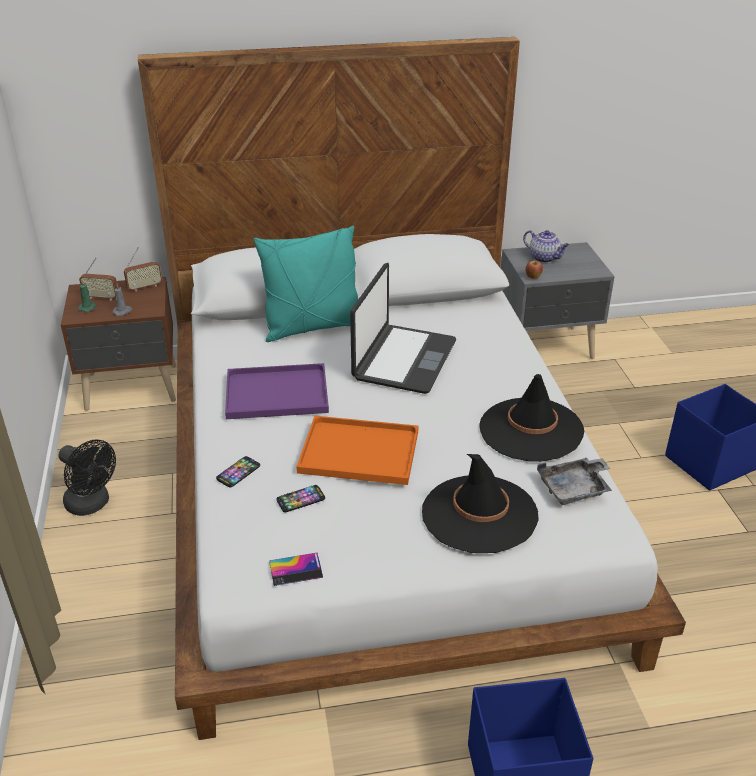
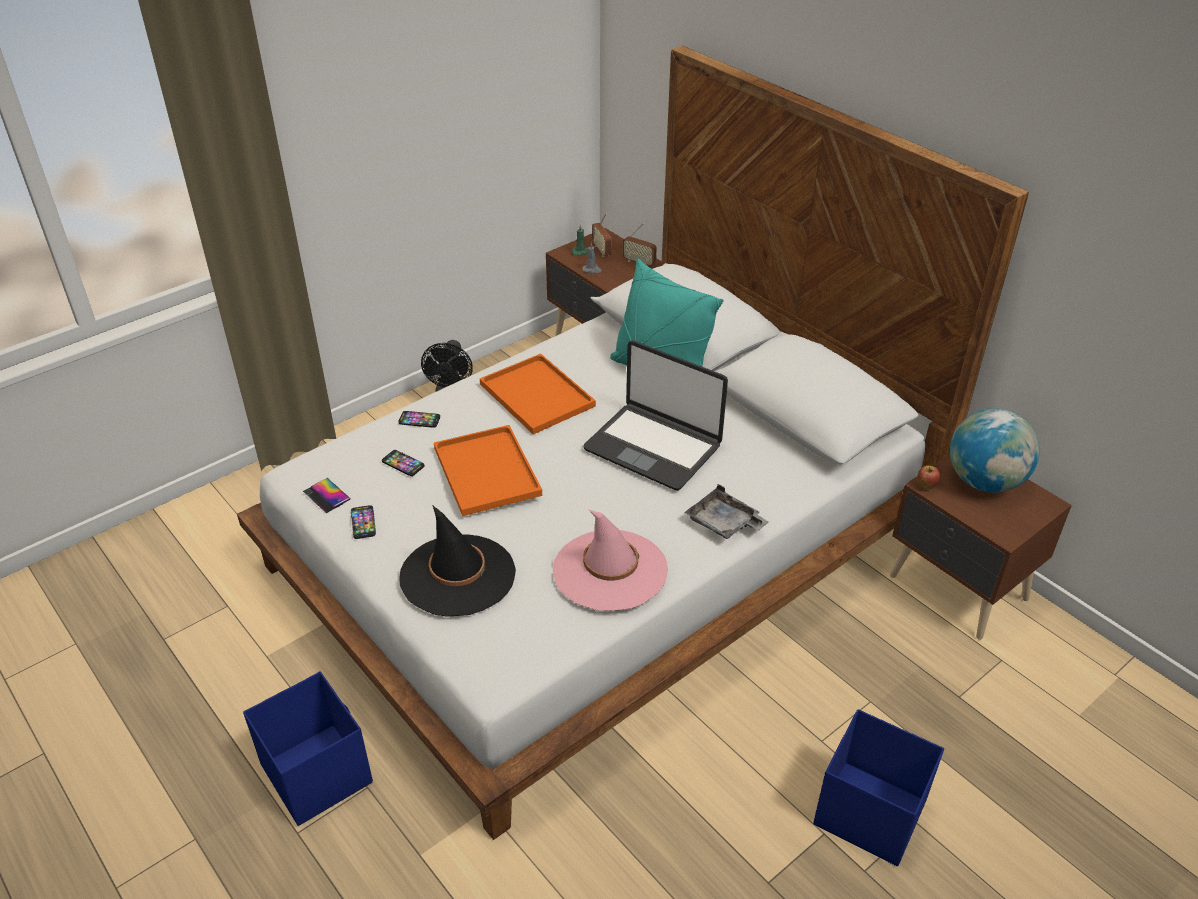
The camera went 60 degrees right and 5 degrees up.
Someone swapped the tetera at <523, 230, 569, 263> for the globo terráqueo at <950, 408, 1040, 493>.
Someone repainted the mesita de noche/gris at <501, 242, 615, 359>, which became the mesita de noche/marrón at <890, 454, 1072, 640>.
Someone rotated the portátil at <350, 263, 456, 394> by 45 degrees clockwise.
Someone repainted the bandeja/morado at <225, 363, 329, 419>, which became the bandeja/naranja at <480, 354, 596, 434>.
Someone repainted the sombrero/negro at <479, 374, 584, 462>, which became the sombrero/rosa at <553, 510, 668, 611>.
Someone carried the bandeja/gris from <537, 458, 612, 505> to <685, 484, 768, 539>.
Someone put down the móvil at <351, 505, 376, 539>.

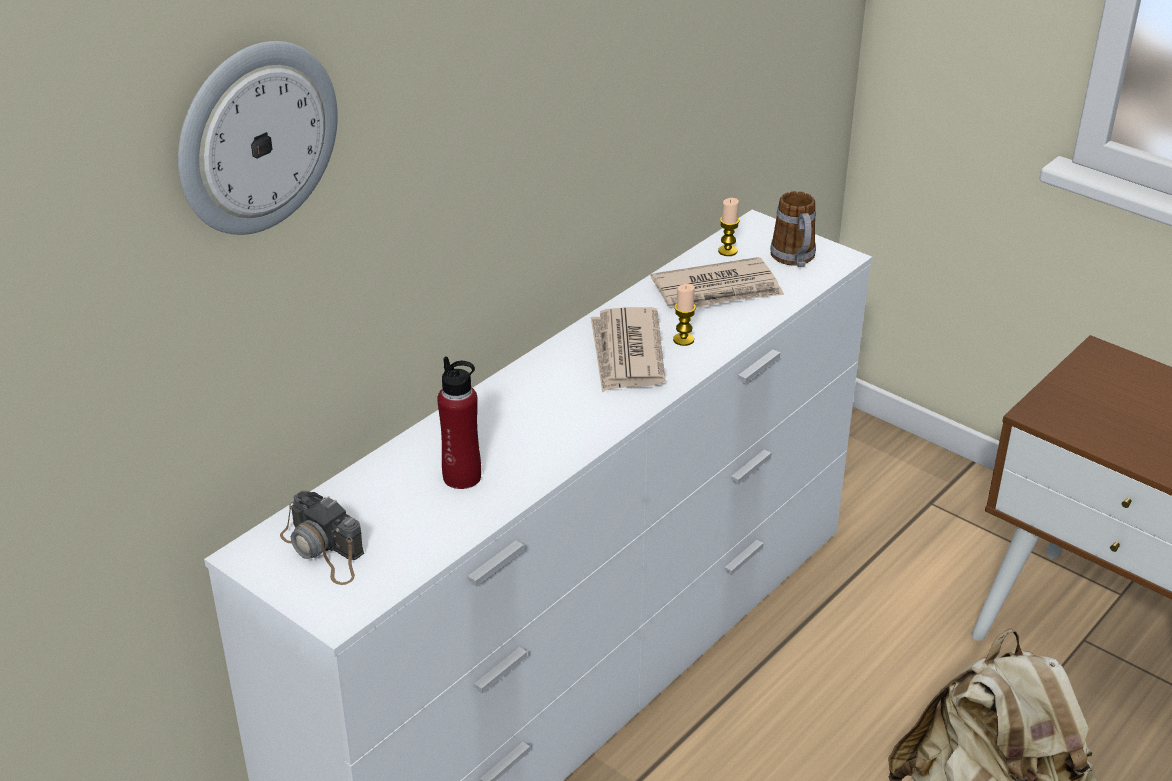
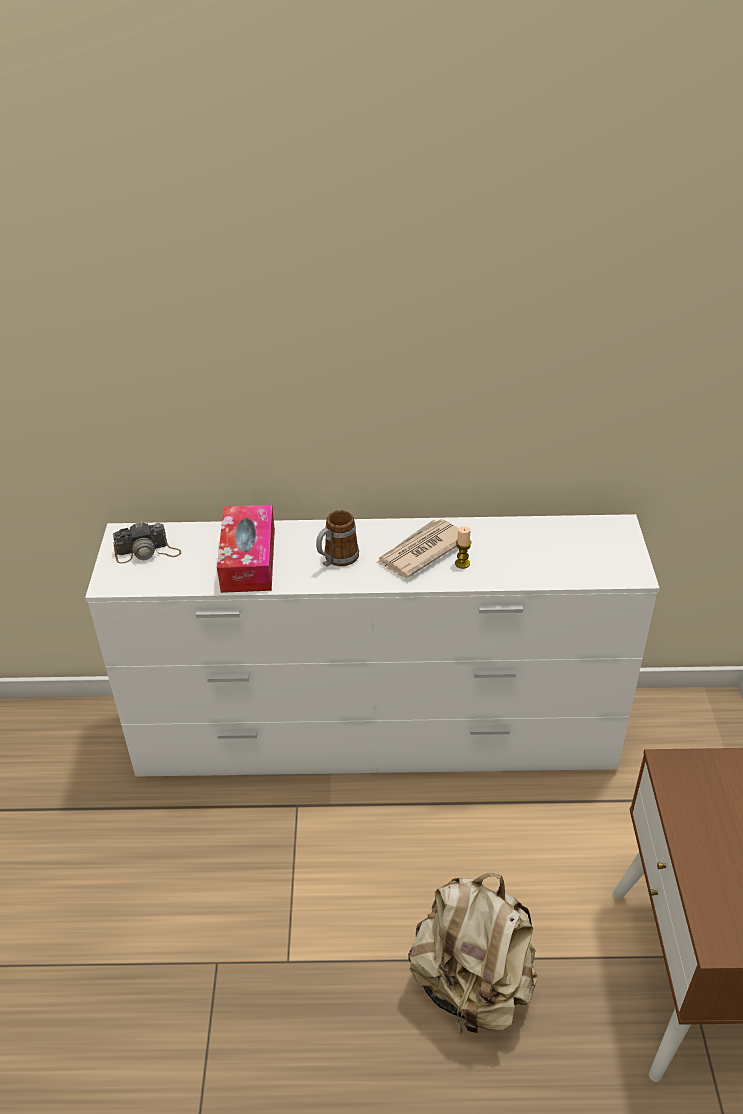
The camera went 50 degrees right and 5 degrees up.
Someone took away the reloj de pared at <178, 41, 338, 235>.
Someone carried the taza grande from <770, 191, 816, 267> to <316, 510, 359, 567>.
Someone took away the vela at <718, 198, 740, 256>.
Someone took away the periódico at <651, 257, 784, 309>.
Someone swapped the botella/rojo at <437, 356, 481, 489> for the caja de pañuelos at <217, 505, 275, 593>.
Someone rotated the cámara at <280, 491, 364, 585> by 105 degrees counterclockwise.

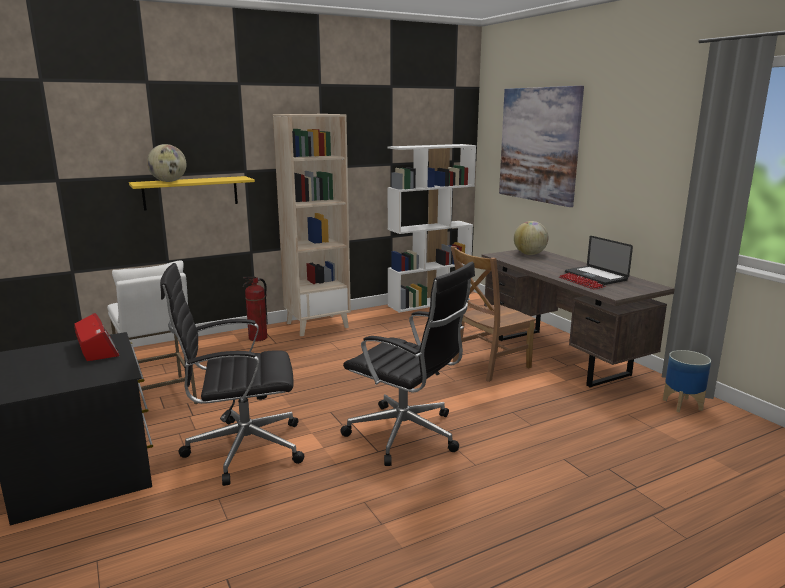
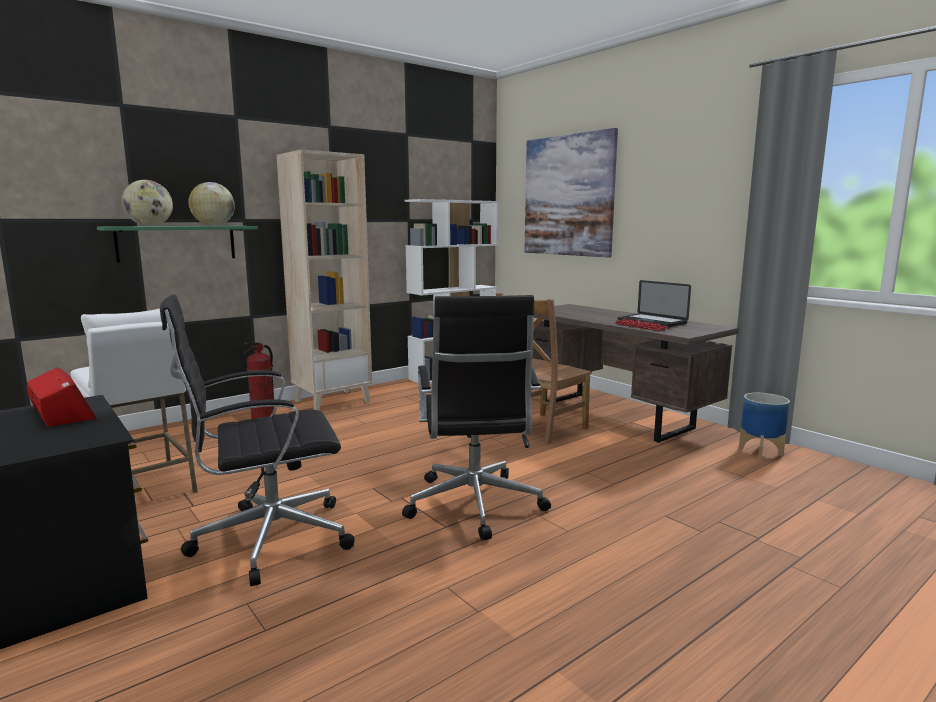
The camera went 10 degrees left and 5 degrees down.
Someone repainted the estante/amarillo at <129, 176, 255, 211>, which became the estante/verde at <97, 226, 258, 263>.
Someone carried the globo terráqueo from <514, 221, 548, 255> to <189, 182, 235, 226>.
Someone rotated the silla de oficina/negro at <340, 262, 475, 466> by 60 degrees clockwise.

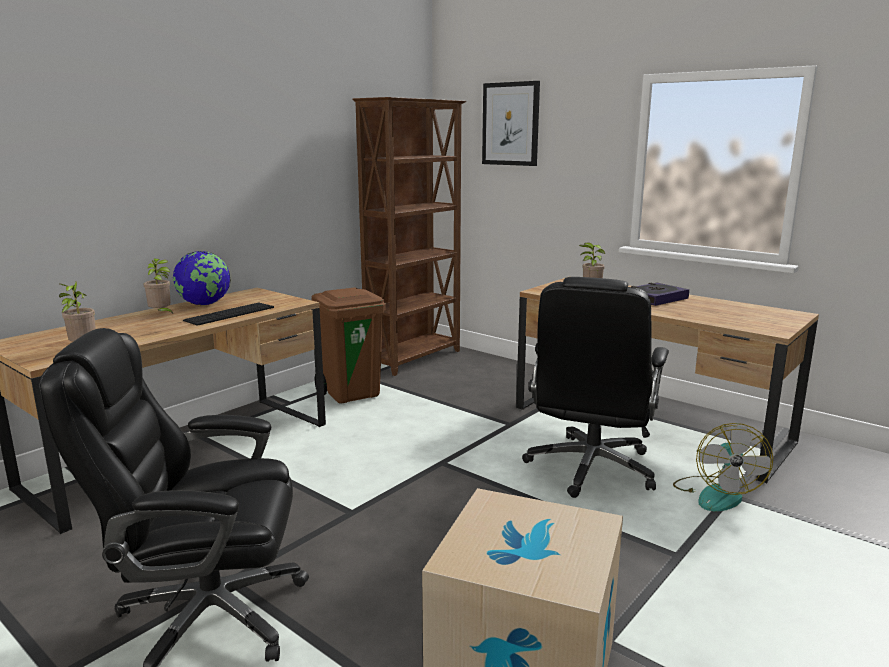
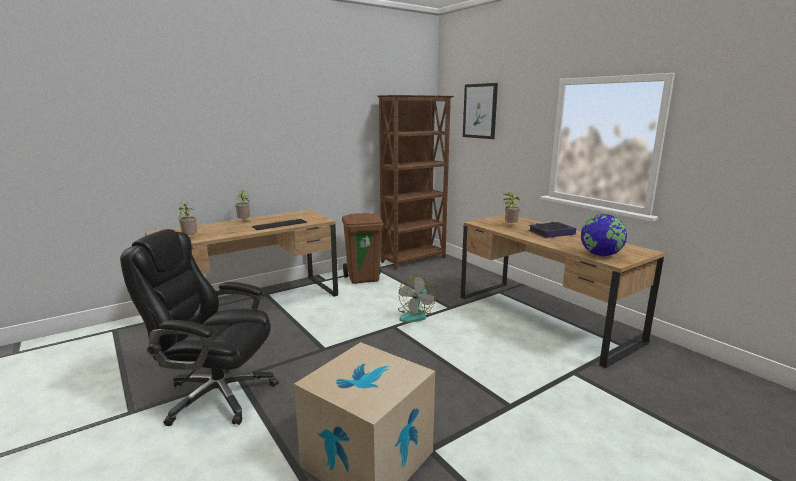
The camera went 15 degrees right and 0 degrees up.
Someone carried the globo terráqueo from <173, 251, 231, 305> to <581, 214, 627, 256>.
Someone took away the silla de oficina/negro at <522, 277, 669, 498>.
Someone carried the ventilador from <673, 423, 773, 511> to <398, 276, 436, 322>.

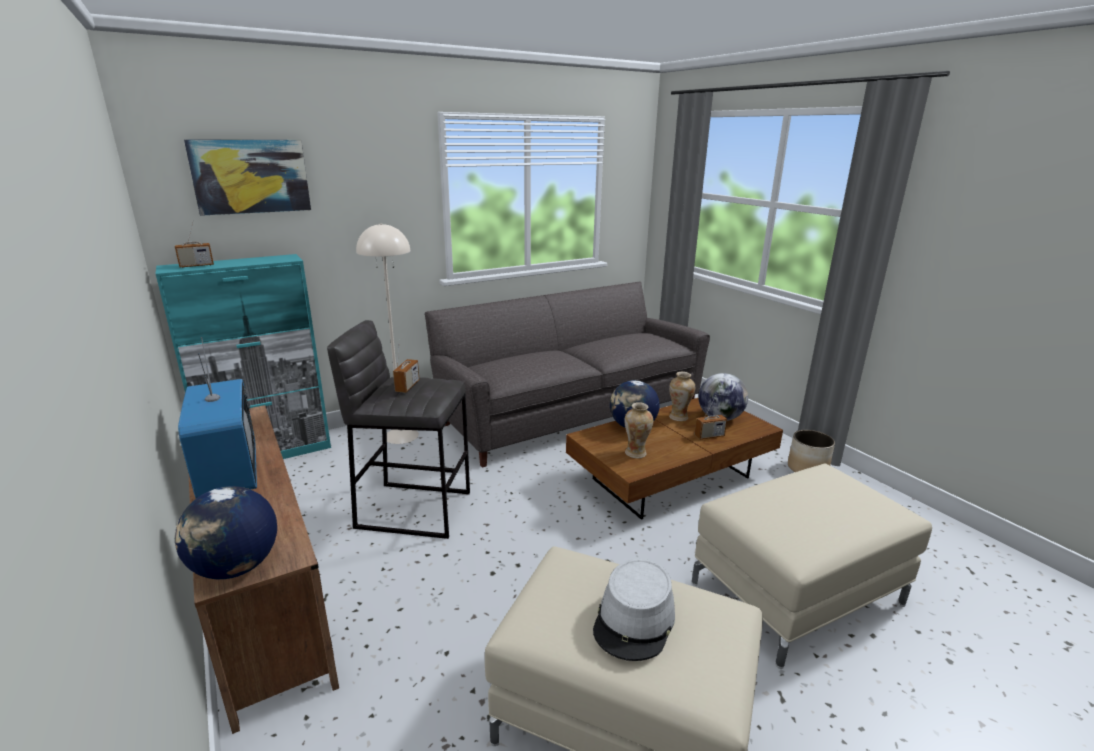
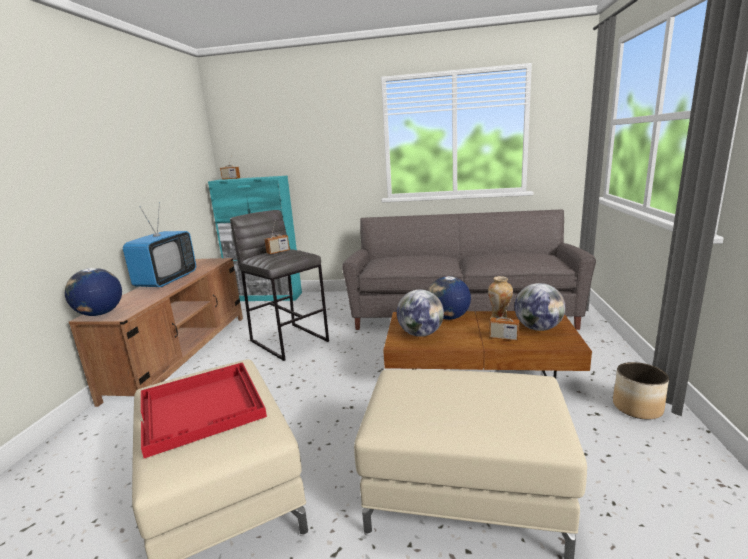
The camera went 40 degrees right and 5 degrees down.
Someone took away the cuadro at <184, 139, 311, 216>.
Someone took away the lámpara de pie/beis at <356, 223, 419, 444>.
Someone swapped the florero at <624, 402, 653, 458> for the globo terráqueo at <397, 289, 444, 337>.
Someone swapped the sombrero/gris at <593, 559, 675, 661> for the bandeja/rojo at <141, 362, 267, 458>.

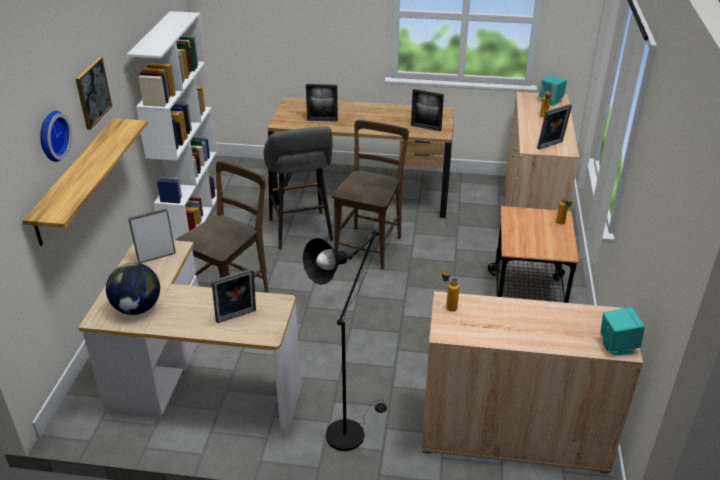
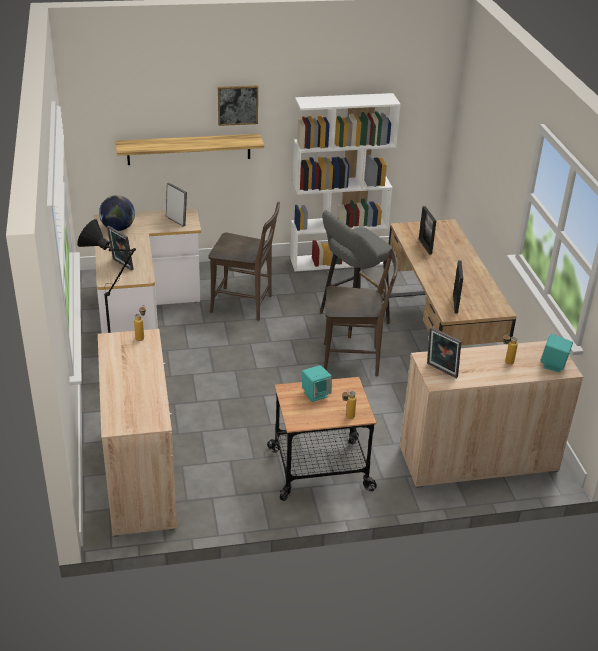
The camera went 70 degrees right and 0 degrees up.
Someone took away the reloj de pared at <40, 111, 72, 162>.
Someone carried the altavoz/turquesa from <600, 307, 645, 355> to <302, 365, 332, 402>.

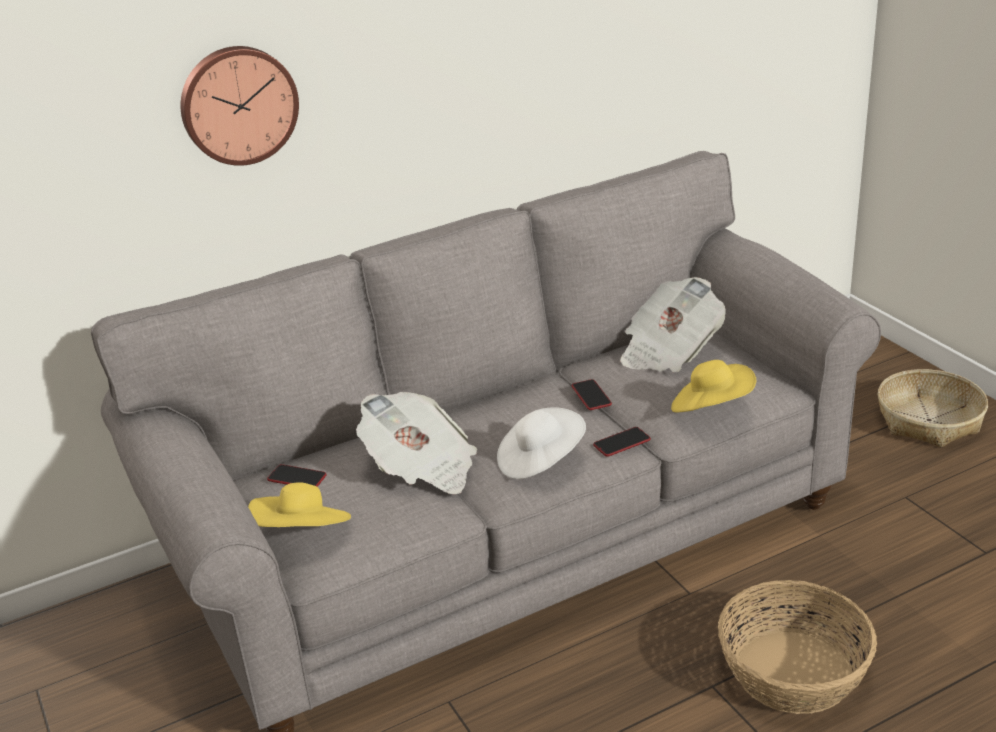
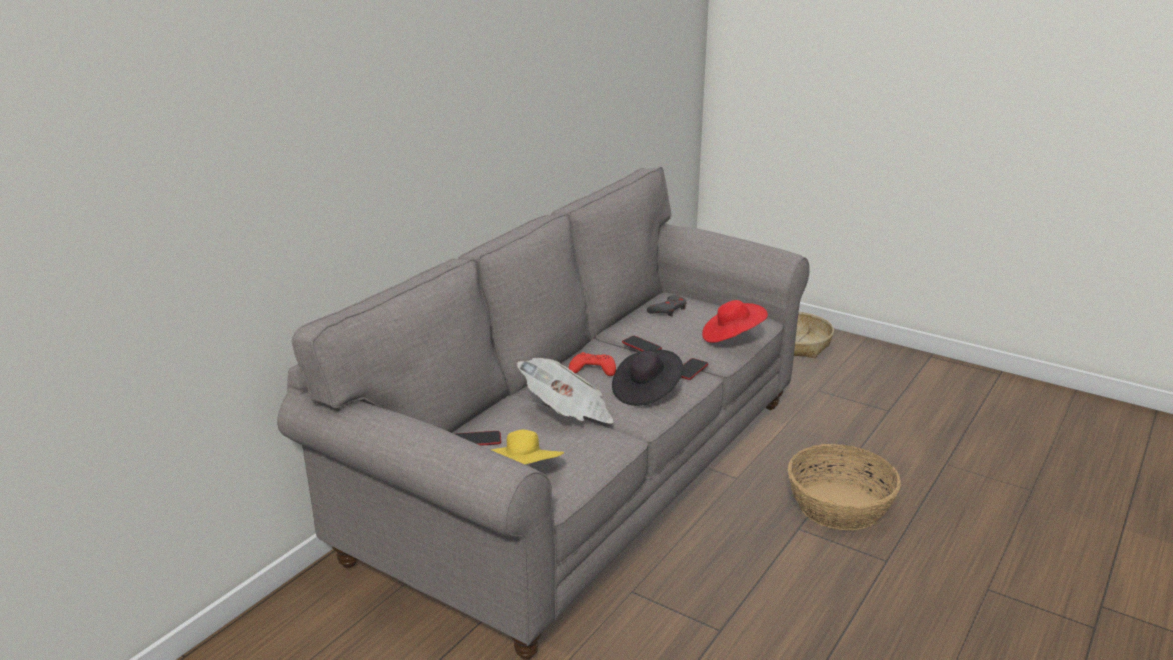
The camera went 30 degrees left and 5 degrees down.
Someone took away the reloj de pared at <180, 46, 299, 166>.
Someone swapped the periódico at <620, 277, 726, 372> for the mando de consola/gris at <647, 295, 687, 316>.
Someone repainted the sombrero/amarillo at <671, 360, 756, 413>, which became the sombrero/rojo at <702, 300, 768, 343>.
Someone repainted the sombrero/blanco at <497, 407, 586, 479>, which became the sombrero/negro at <612, 349, 683, 406>.
Someone put down the mando de consola/rojo at <569, 352, 616, 376>.

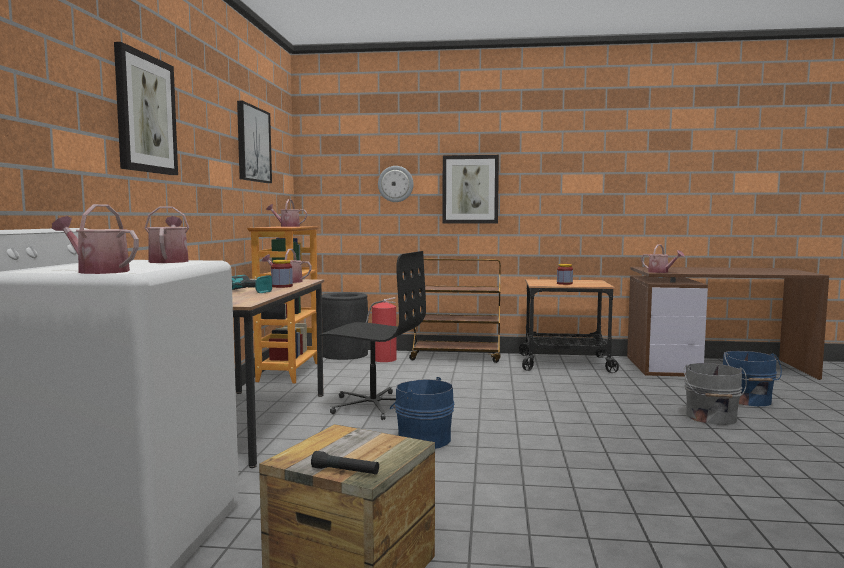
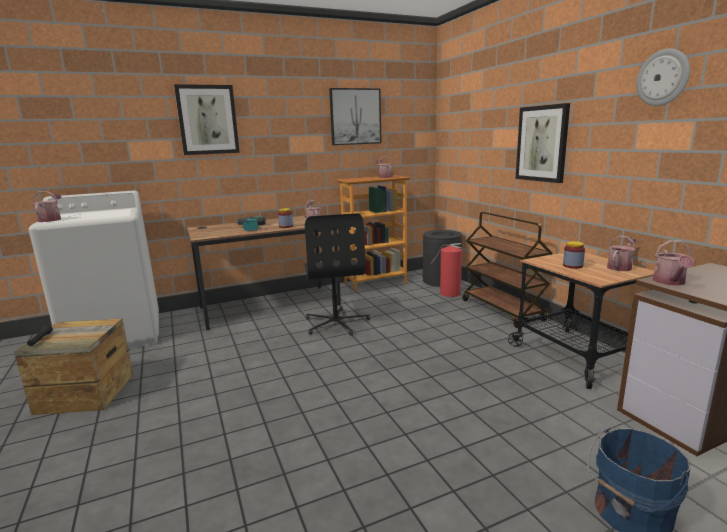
The camera went 60 degrees right and 10 degrees up.
Someone carried the reloj de pared from <378, 166, 414, 202> to <636, 49, 690, 106>.
Someone carried the regadera from <145, 207, 189, 263> to <607, 236, 636, 271>.
Someone took away the cubo/gris at <684, 363, 747, 425>.
Someone took away the cubo/azul at <390, 377, 454, 449>.

